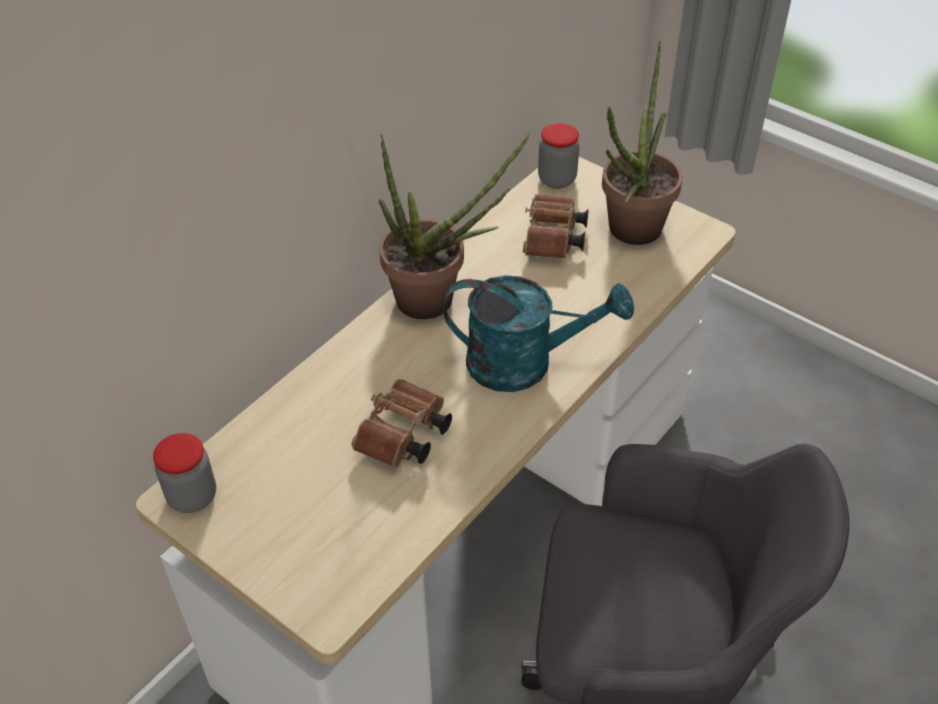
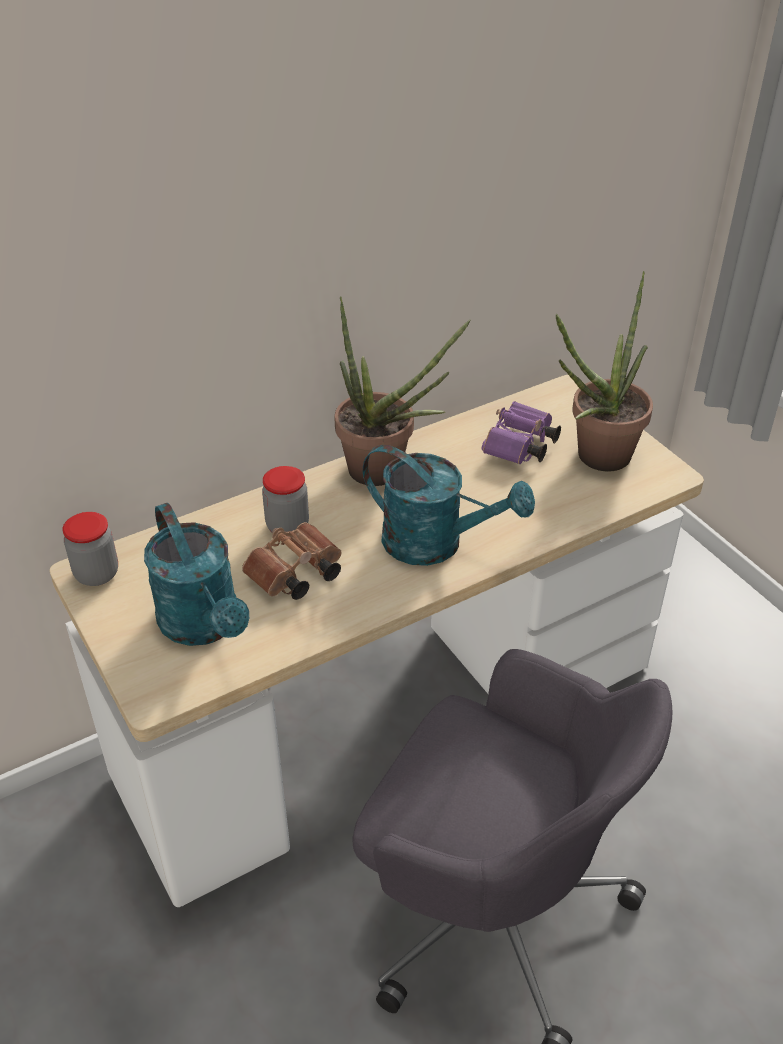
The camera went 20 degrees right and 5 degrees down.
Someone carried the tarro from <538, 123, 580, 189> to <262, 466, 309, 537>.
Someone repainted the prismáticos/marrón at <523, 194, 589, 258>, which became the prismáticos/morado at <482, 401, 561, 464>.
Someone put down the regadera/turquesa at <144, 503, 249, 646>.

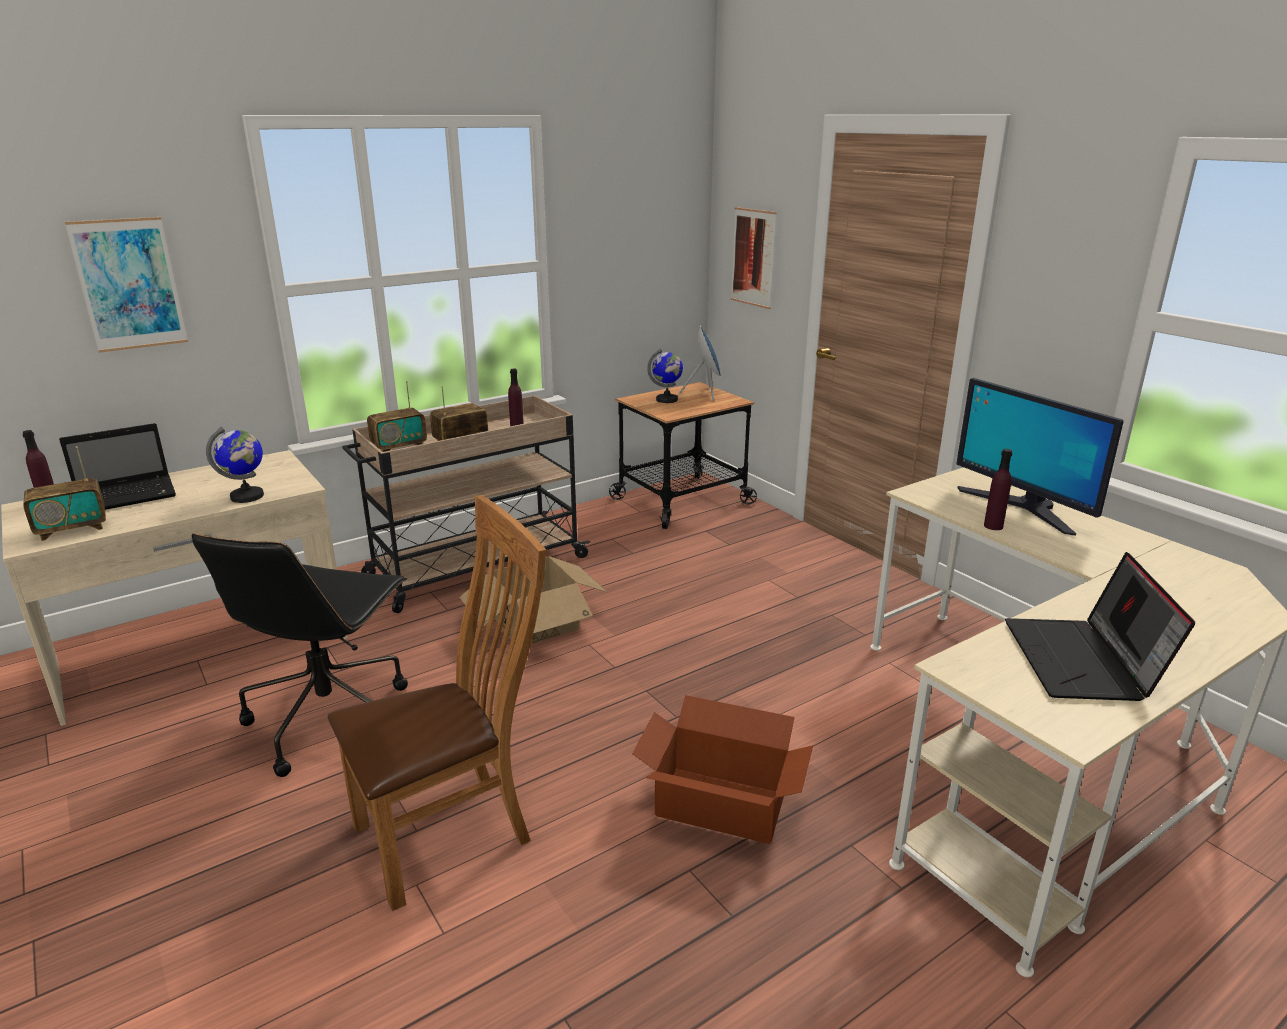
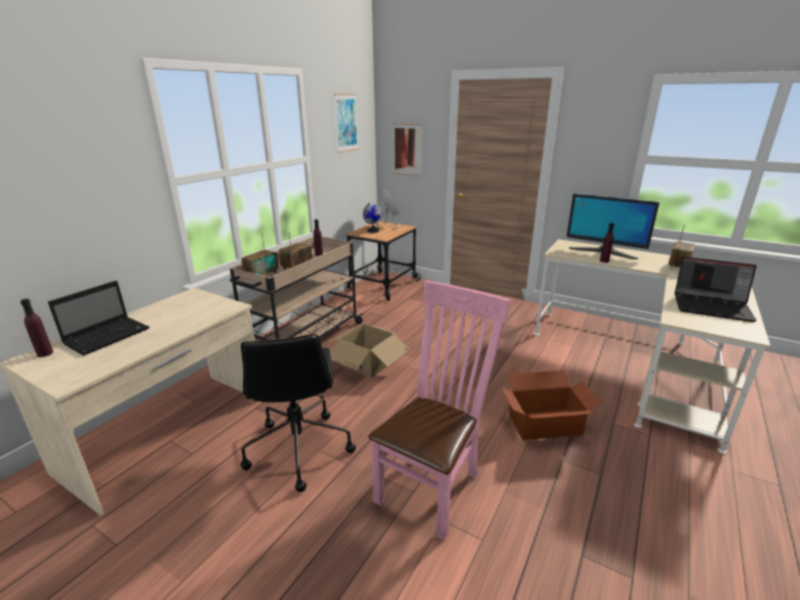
The camera went 25 degrees left and 0 degrees up.
Someone carried the cuadro from <65, 217, 188, 353> to <334, 94, 359, 153>.
Someone took away the globo terráqueo at <206, 427, 264, 503>.
Someone carried the radio from <23, 446, 106, 541> to <669, 225, 695, 269>.
Someone repainted the silla/marrón at <328, 495, 546, 911>, which became the silla/rosa at <368, 280, 510, 541>.
Someone rotated the portátil at <1005, 552, 1195, 701> by 45 degrees counterclockwise.

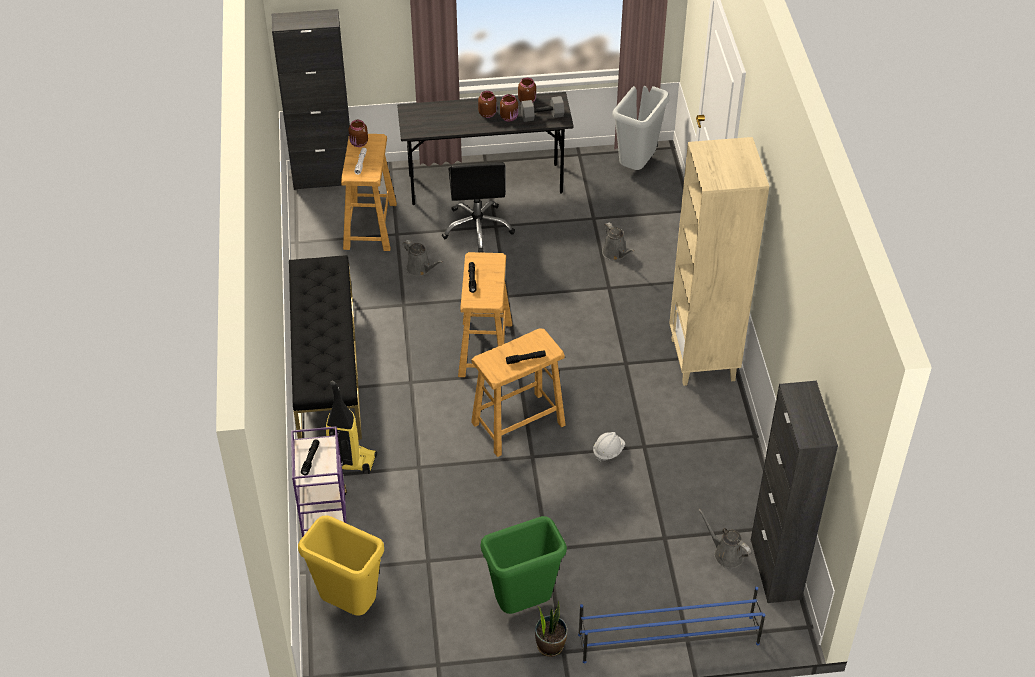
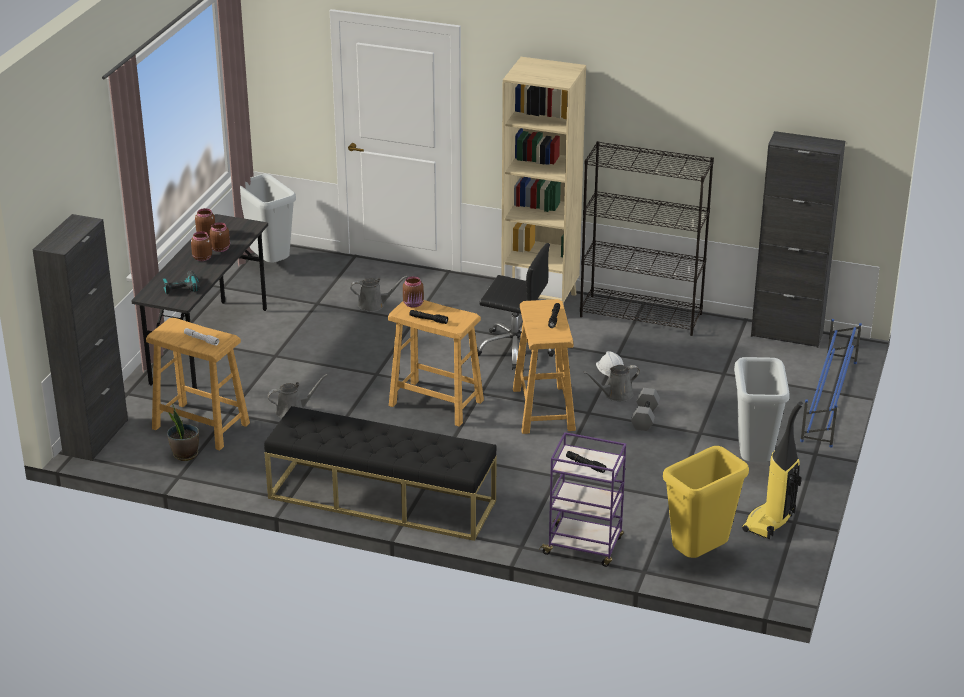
The camera went 65 degrees left and 15 degrees down.
Someone carried the mancuerna/gris from <521, 96, 565, 122> to <631, 388, 660, 431>.
Someone carried the tarro/marrón from <349, 120, 368, 147> to <403, 276, 424, 308>.
Someone carried the silla de oficina/negro from <442, 162, 515, 253> to <477, 243, 555, 370>.
Someone carried the aspiradora from <326, 381, 377, 474> to <742, 401, 803, 539>.
Someone carried the regadera/gris from <699, 509, 751, 568> to <583, 365, 640, 401>.
Someone repainted the papelera/verde at <481, 516, 567, 614>, which became the papelera/gris at <734, 357, 790, 462>.
Someone carried the planta en maceta from <535, 601, 568, 657> to <167, 403, 199, 461>.
Someone put down the estantería/negro at <580, 141, 714, 336>.
Someone put down the taladro at <162, 270, 200, 294>.

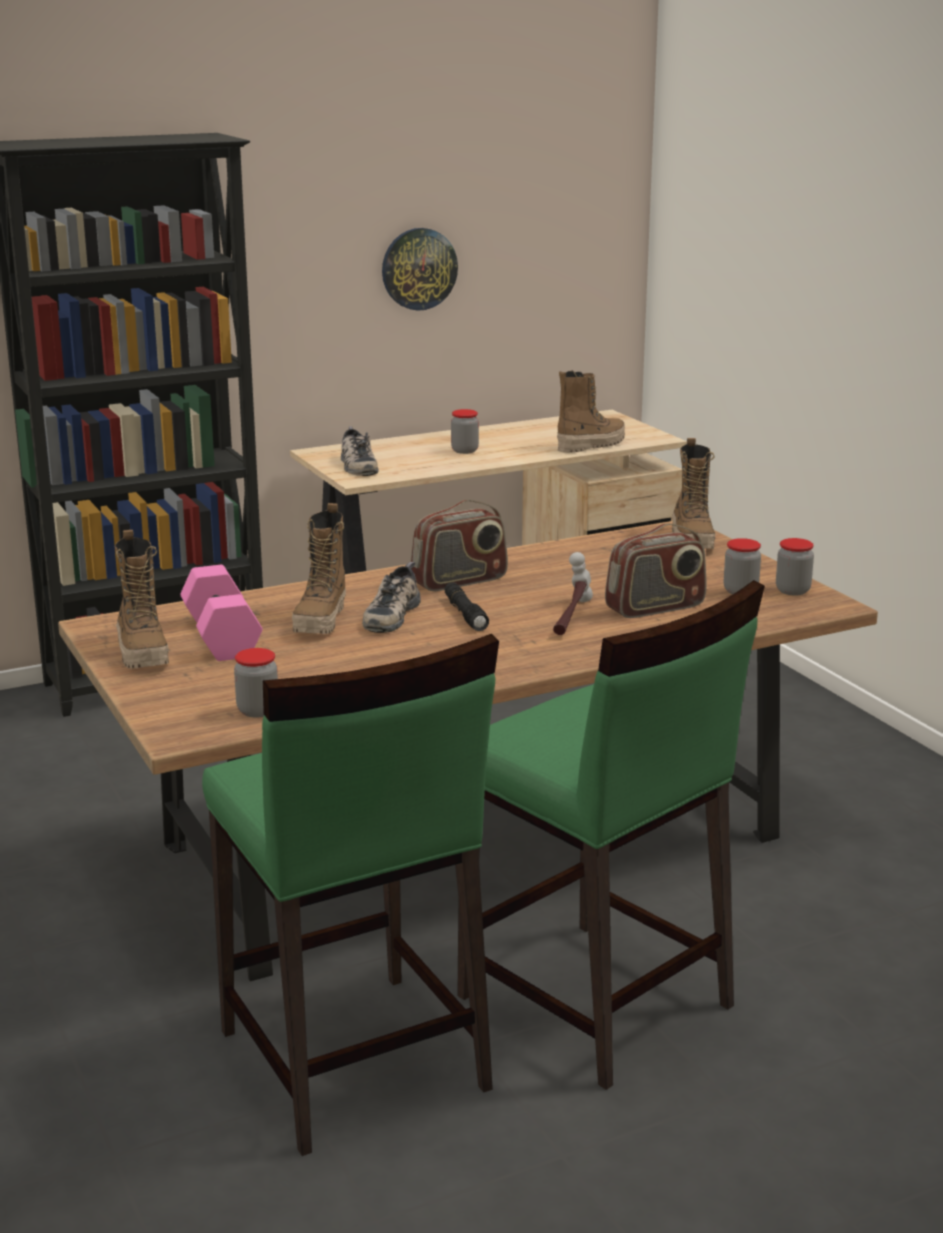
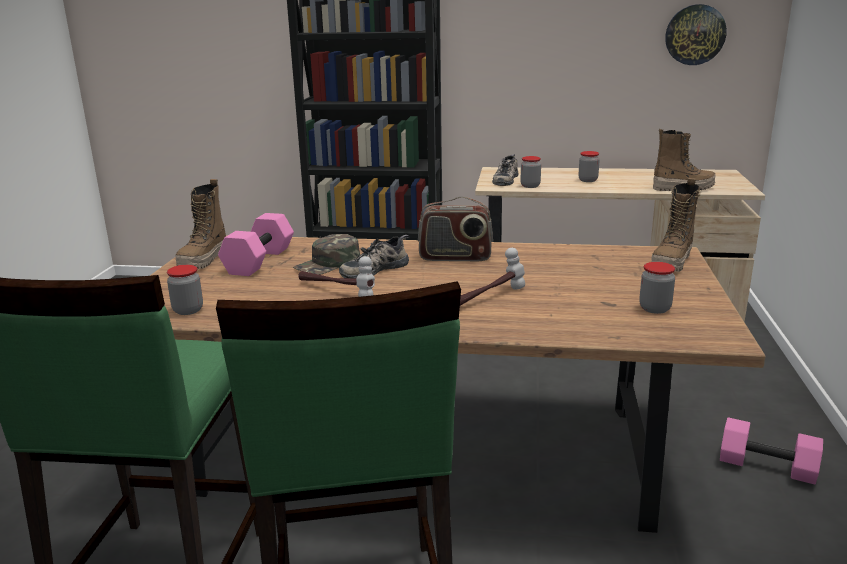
The camera went 35 degrees right and 0 degrees up.
Someone carried the reloj de pared from <382, 228, 458, 311> to <665, 4, 727, 65>.
Someone swapped the bota at <292, 503, 346, 634> for the gorra/verde at <293, 234, 360, 275>.
Someone took away the radio at <605, 523, 707, 618>.
Someone carried the tarro from <776, 538, 814, 595> to <521, 156, 541, 188>.
Someone took away the linterna/negro at <445, 582, 489, 631>.
Someone put down the martillo at <298, 256, 375, 297>.
Someone put down the mancuerna/rosa at <720, 417, 823, 484>.

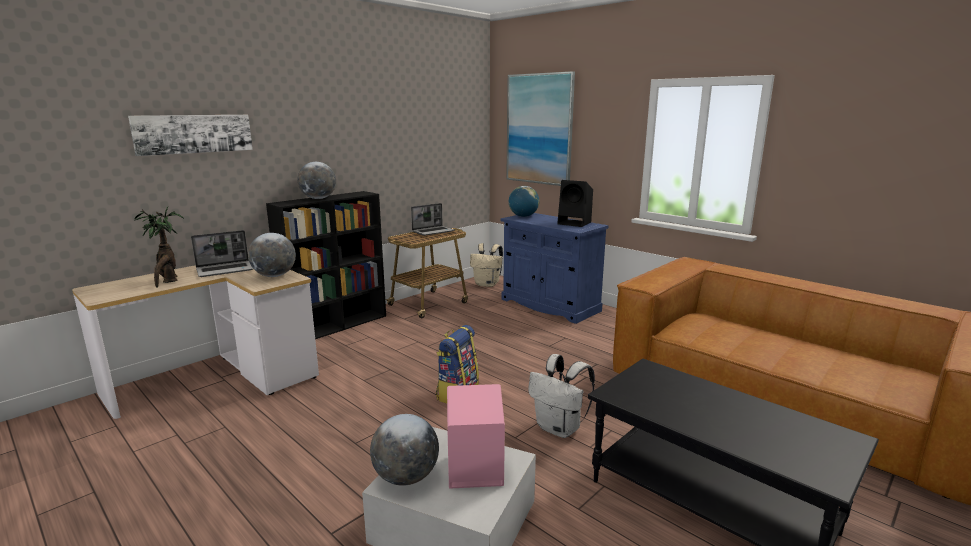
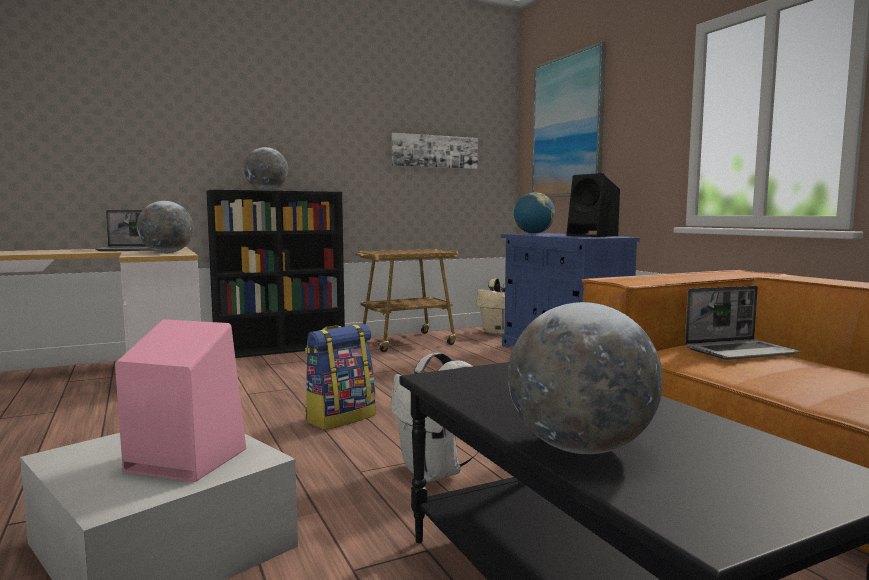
The camera went 20 degrees right and 10 degrees down.
Someone carried the cuadro from <128, 115, 253, 156> to <392, 133, 478, 169>.
Someone carried the portátil from <411, 203, 455, 236> to <685, 286, 801, 360>.
Someone took away the planta en maceta at <134, 207, 183, 288>.
Someone carried the globo terráqueo from <370, 414, 439, 486> to <508, 302, 663, 454>.

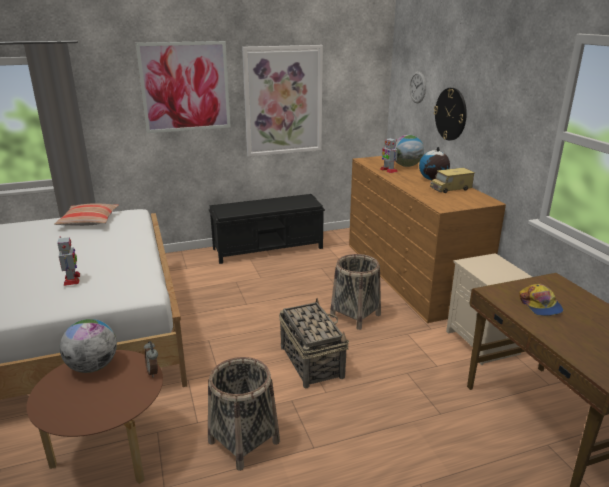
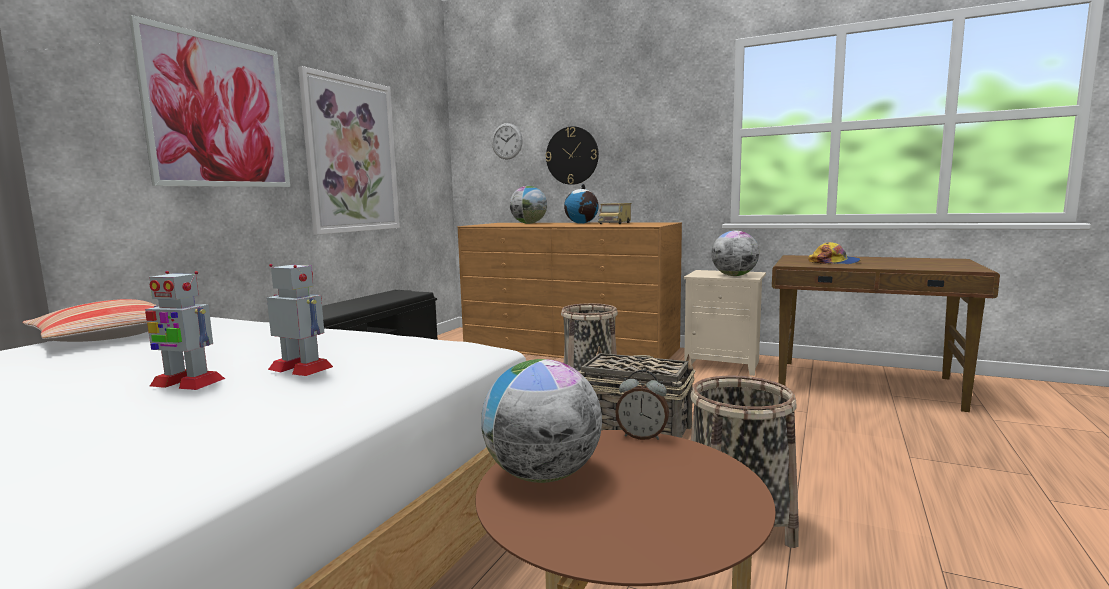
The camera went 45 degrees left and 15 degrees down.
Someone carried the robot de juguete from <380, 137, 398, 173> to <145, 271, 225, 390>.
Someone put down the globo terráqueo at <711, 230, 759, 276>.

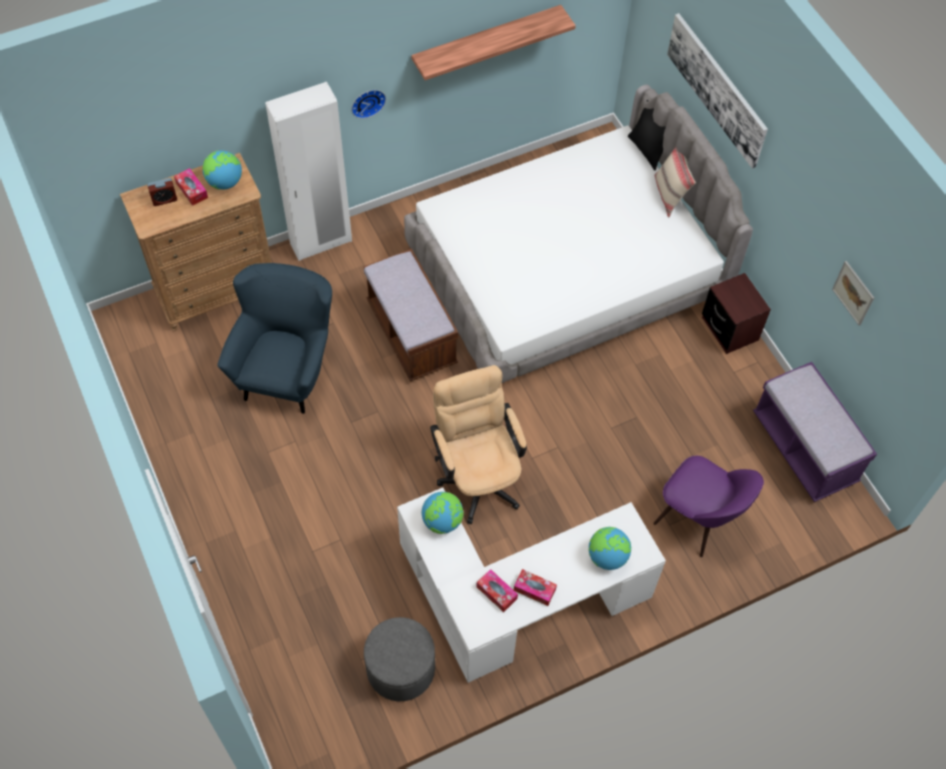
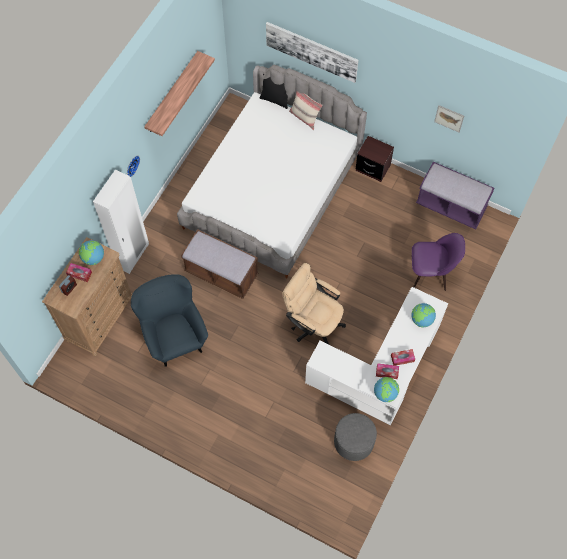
The camera went 35 degrees left and 5 degrees up.
Someone carried the globo terráqueo from <422, 492, 463, 534> to <374, 377, 399, 402>.

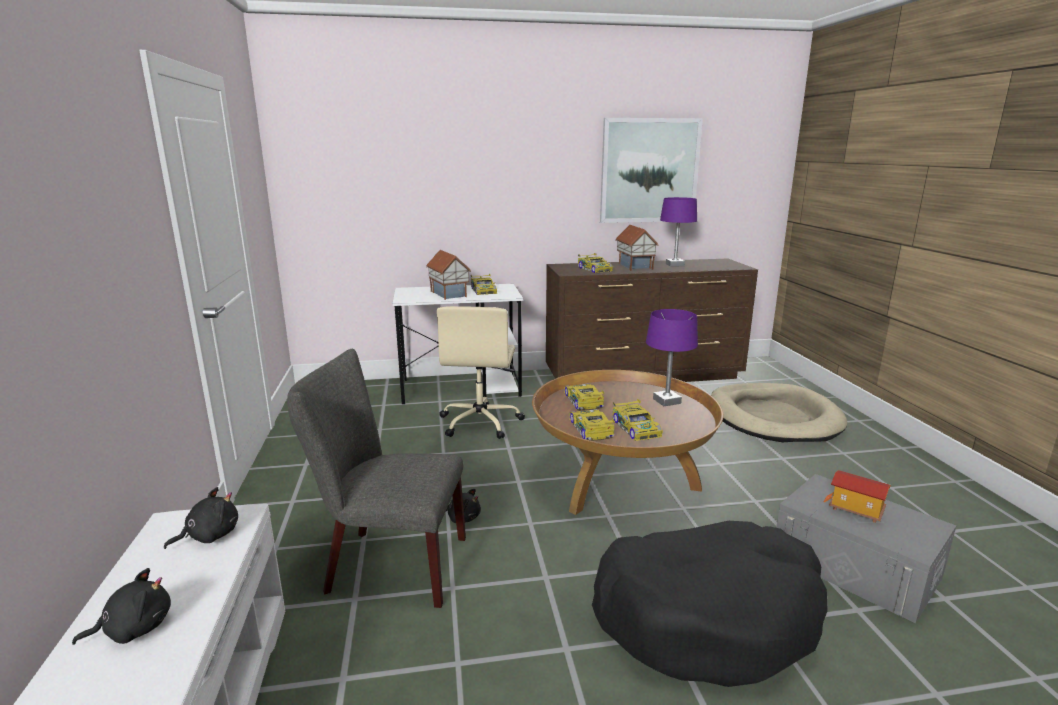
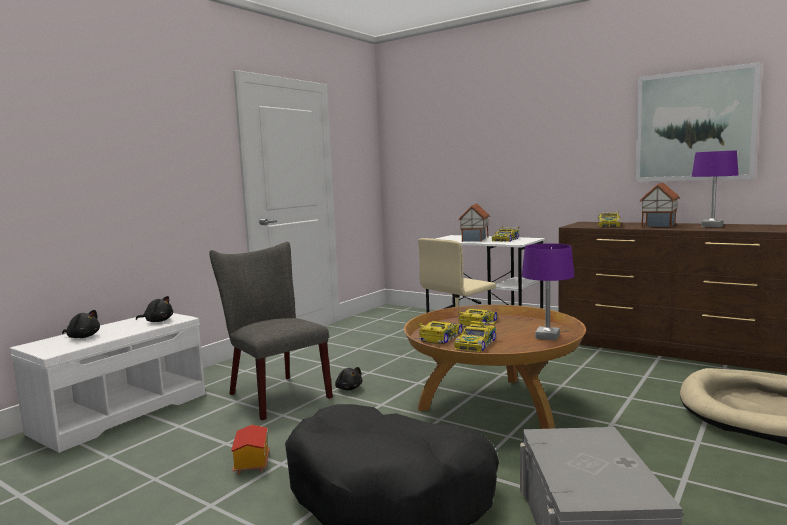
The camera went 45 degrees right and 10 degrees down.
Someone carried the casita from <824, 470, 891, 523> to <231, 425, 270, 474>.

